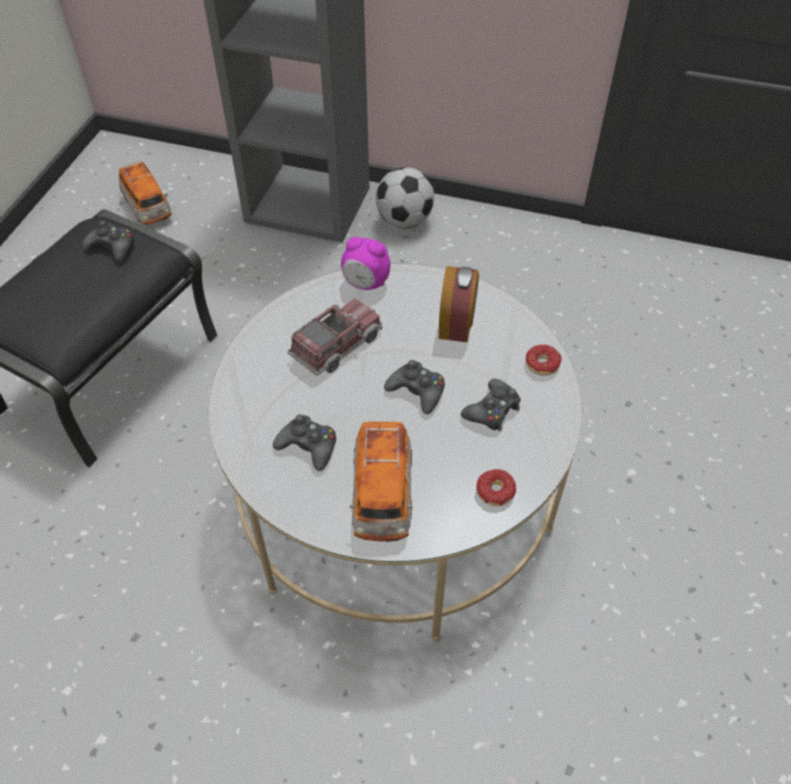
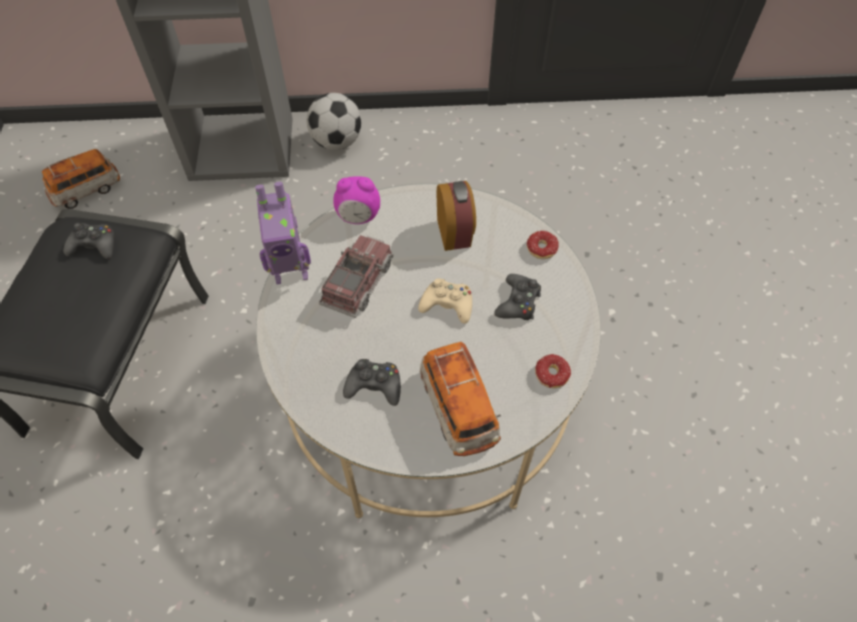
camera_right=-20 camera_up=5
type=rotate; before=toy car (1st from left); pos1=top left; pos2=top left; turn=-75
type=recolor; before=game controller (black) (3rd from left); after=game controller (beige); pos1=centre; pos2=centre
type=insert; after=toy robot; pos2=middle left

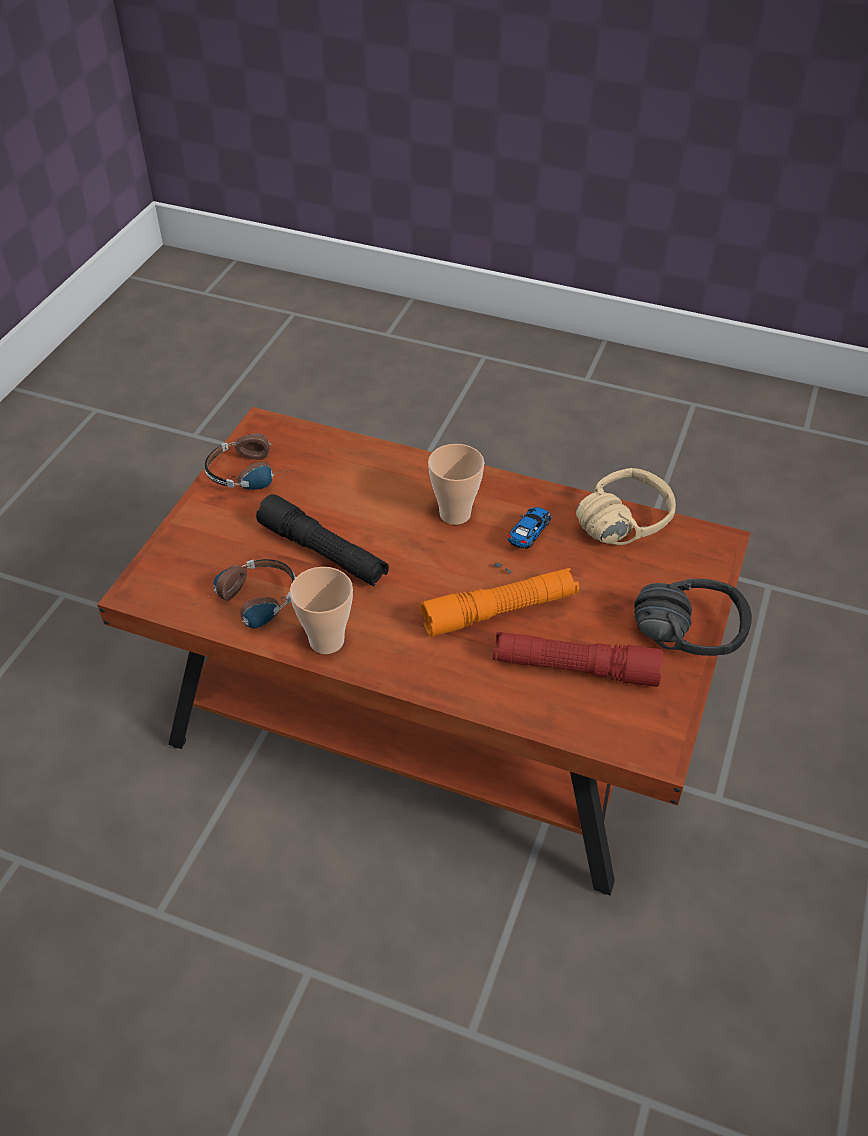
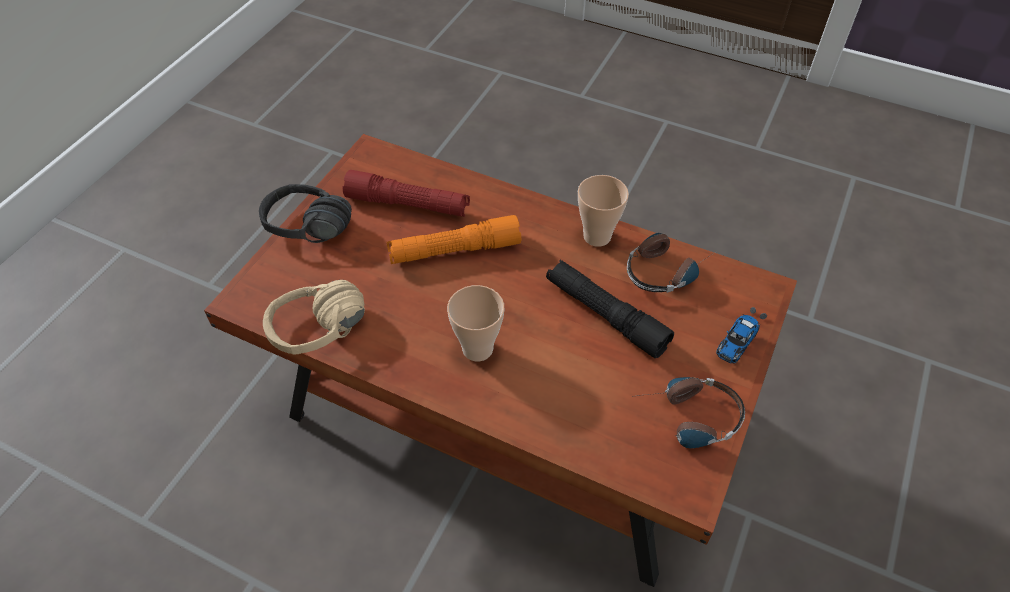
camera_right=-175 camera_up=5
type=move; before=toy car; pos1=centre; pos2=middle right

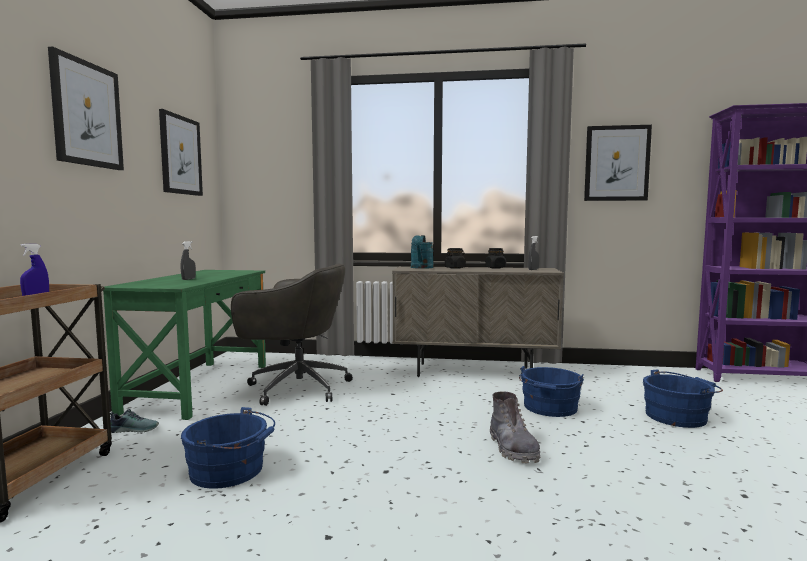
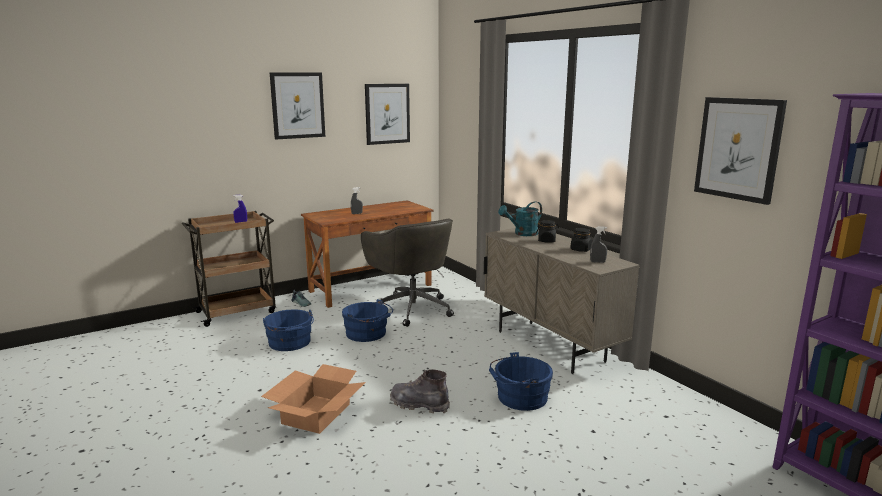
camera_right=50 camera_up=10
type=recolor; before=desk (green); after=desk (brown); pos1=middle left; pos2=centre
type=rotate; before=boot (grey); pos1=bottom centre; pos2=bottom centre; turn=75
type=move; before=bucket (blue) (3rd from left in the first image); after=bucket (blue) (2nd from left); pos1=bottom right; pos2=centre
type=insert; after=cardboard box; pos2=bottom centre

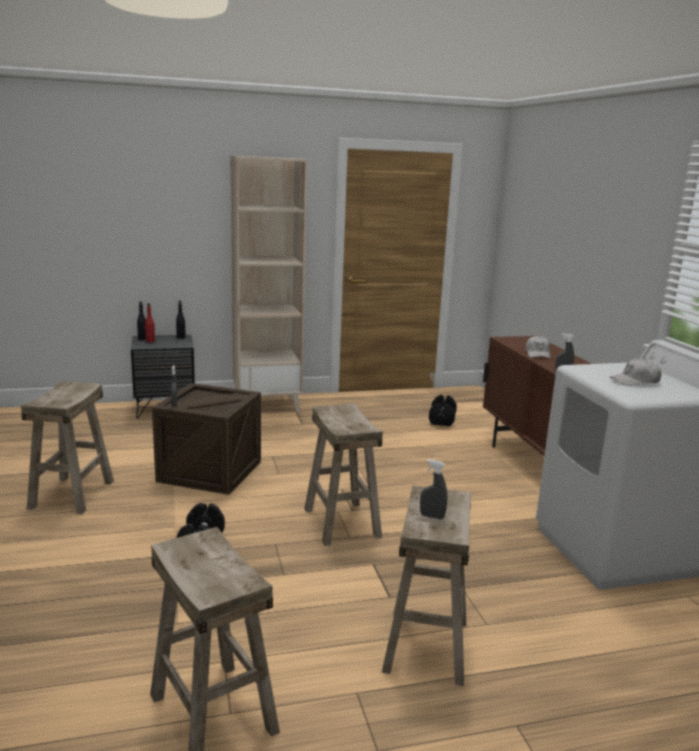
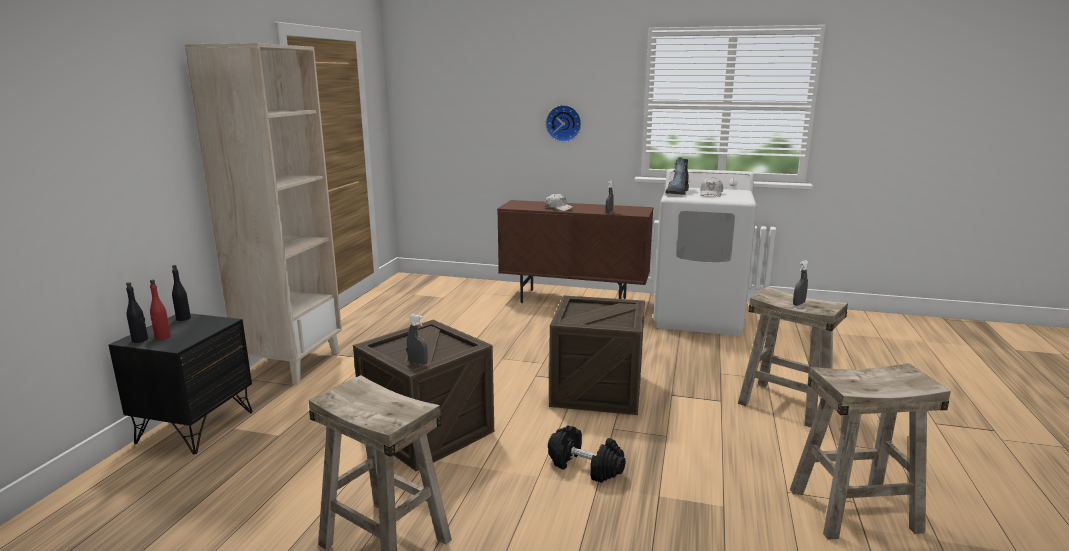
camera_right=-60 camera_up=0
type=replace; before=stool (beige) (3rd from left); after=crate (2nd from left); pos1=centre; pos2=centre
type=delete; before=dumbbell (black) (2nd from left); pos1=centre
type=insert; after=wall clock; pos2=top centre
type=insert; after=boot; pos2=top centre

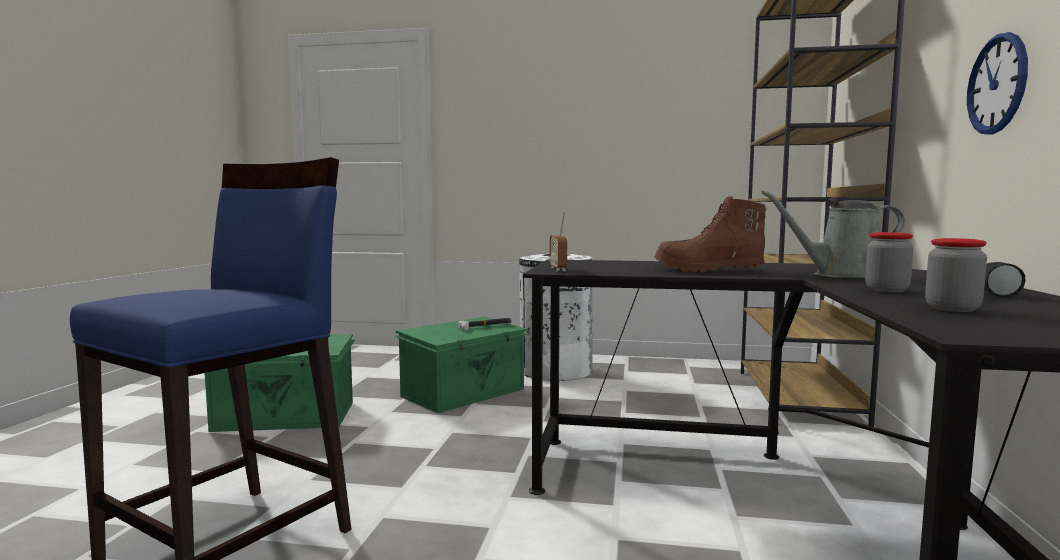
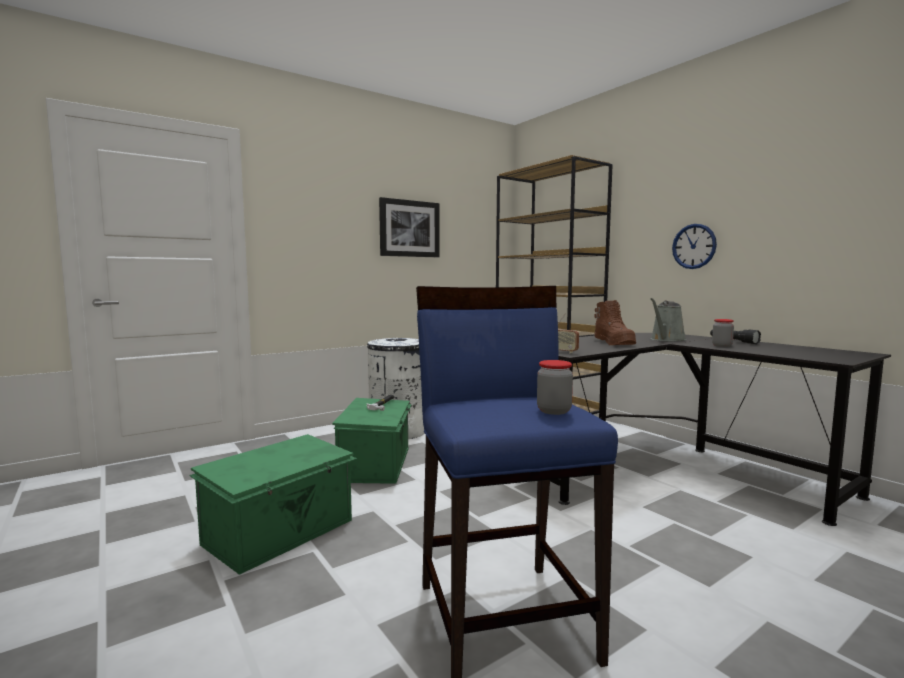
camera_right=-45 camera_up=0
type=rotate; before=boot (brown); pos1=middle right; pos2=middle right; turn=-60
type=move; before=jar (2nd from left in the first image); after=jar (1st from left); pos1=middle right; pos2=centre
type=insert; after=picture; pos2=centre

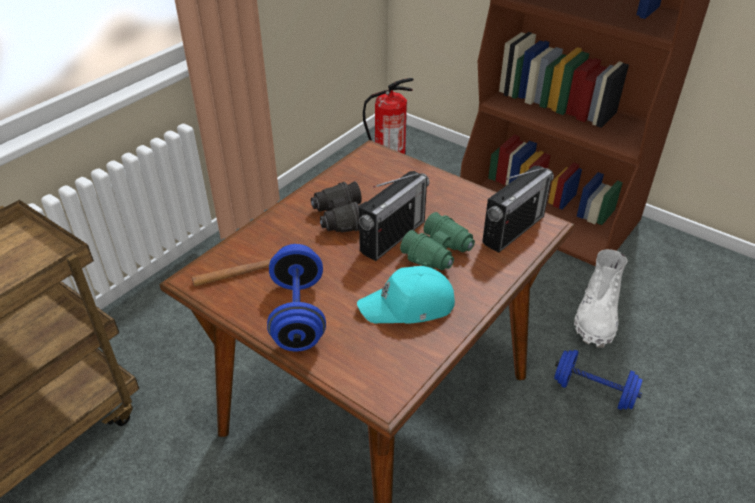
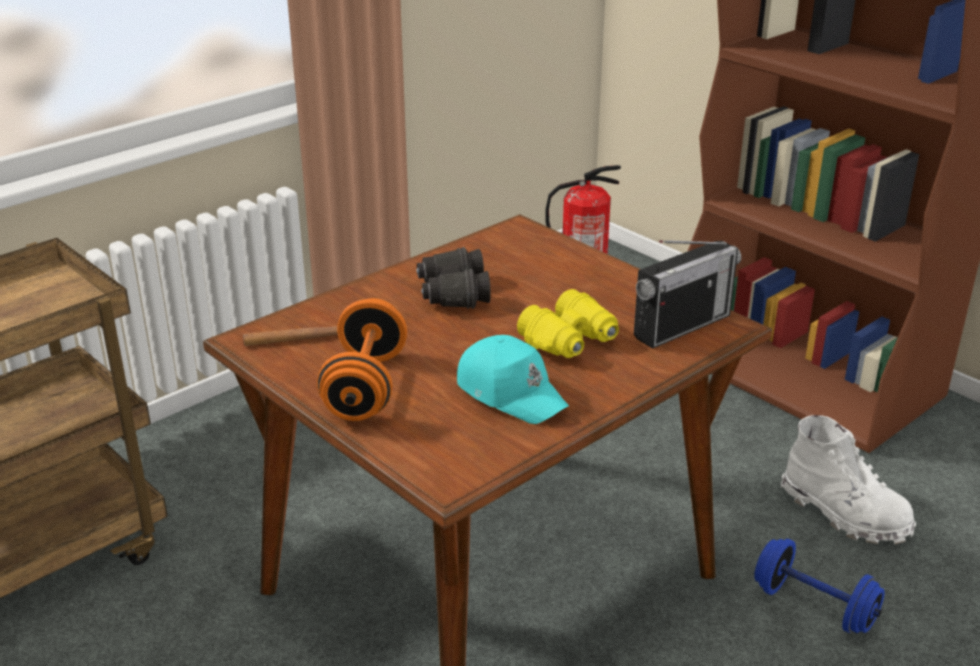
camera_right=10 camera_up=-10
type=recolor; before=dumbbell (blue) (1st from left); after=dumbbell (orange); pos1=centre; pos2=centre
type=rotate; before=cap (turquoise); pos1=centre; pos2=centre; turn=-135
type=delete; before=radio (1st from left); pos1=centre
type=recolor; before=binoculars (green); after=binoculars (yellow); pos1=centre; pos2=centre
type=rotate; before=boot (white); pos1=middle right; pos2=bottom right; turn=-75

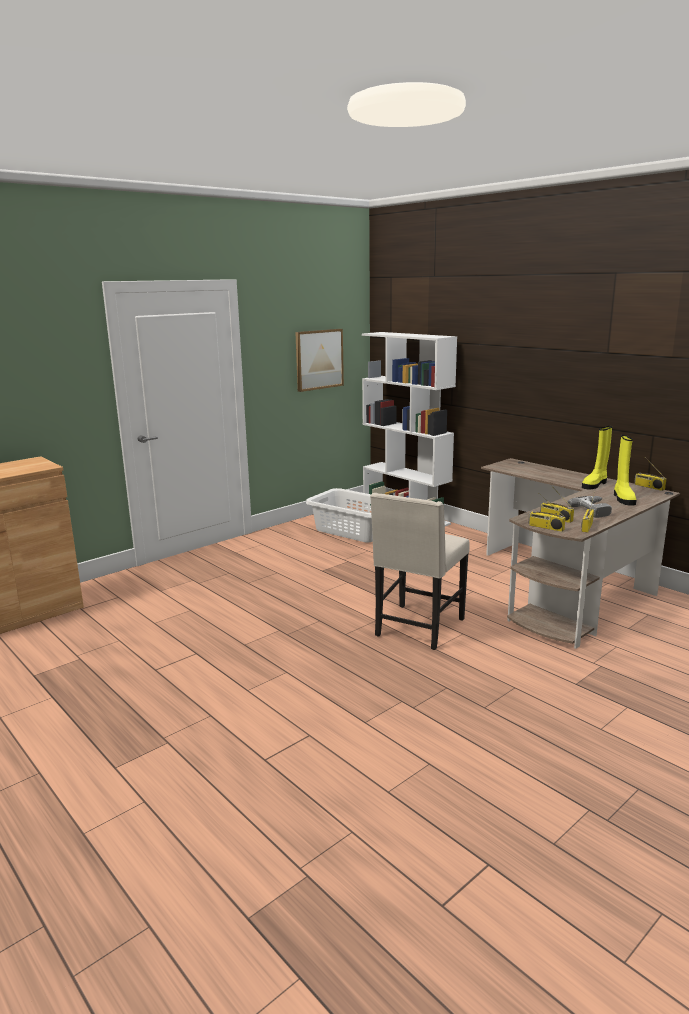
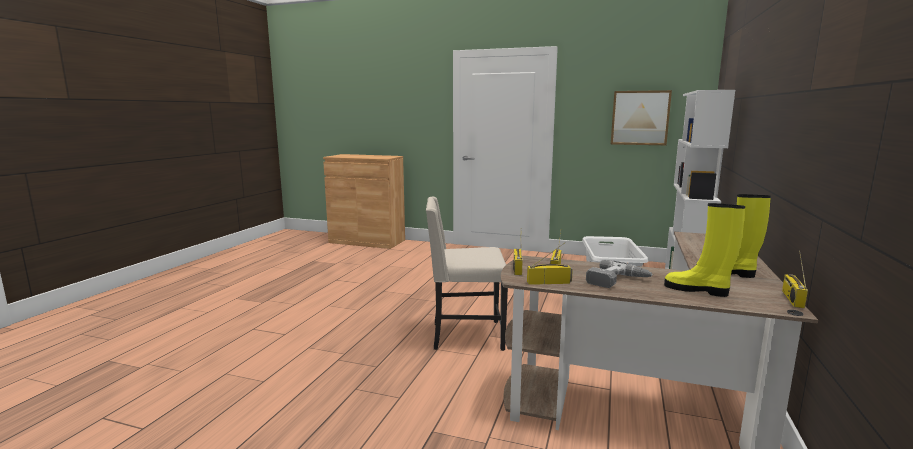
camera_right=60 camera_up=-5
type=rotate; before=boot (yellow) (2nd from left in the first image); pos1=middle right; pos2=middle right; turn=60

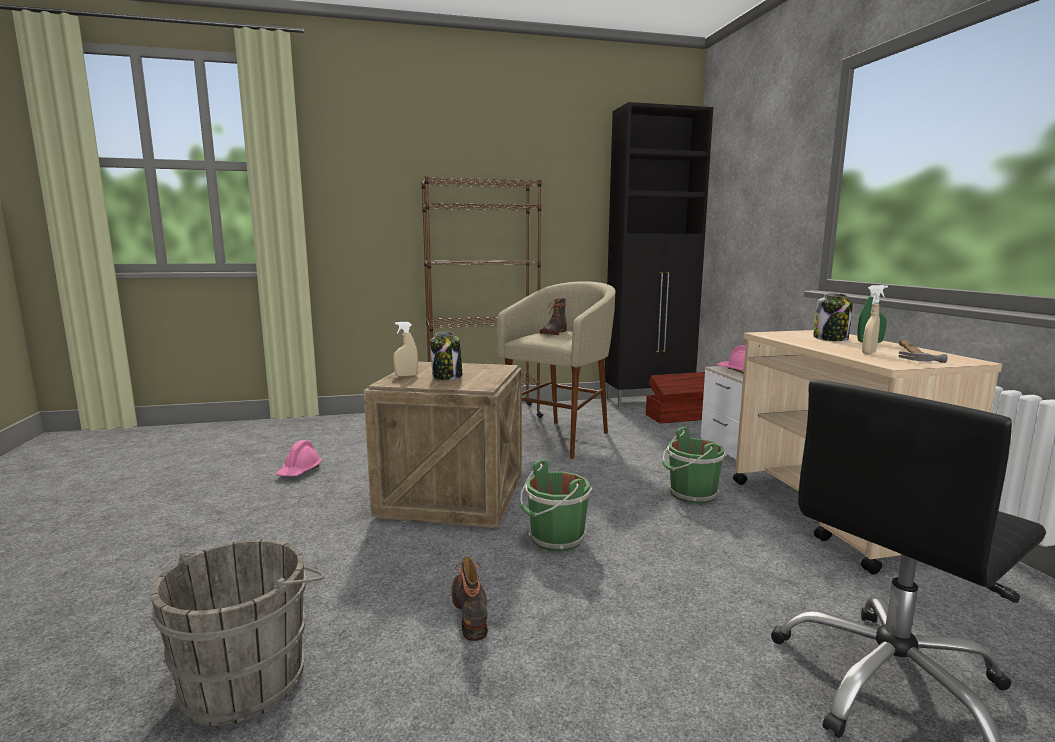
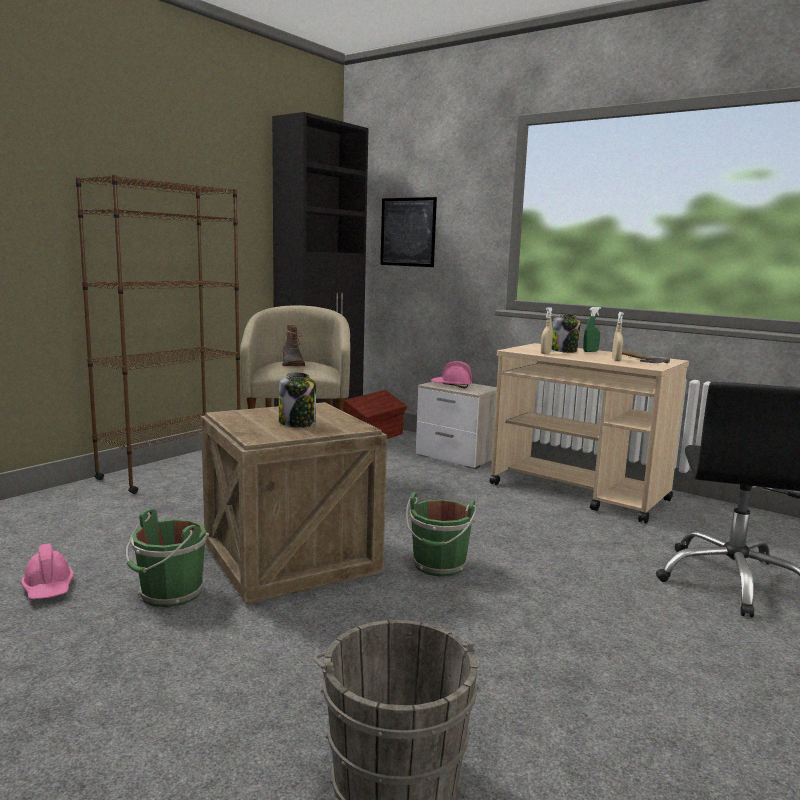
camera_right=-40 camera_up=0
type=move; before=spray bottle (beige) (1st from left); pos1=centre; pos2=middle right
type=delete; before=boot (1st from left); pos1=bottom centre
type=move; before=bucket (green) (2nd from left in the first image); after=bucket (green) (1st from left); pos1=centre; pos2=bottom left
type=insert; after=picture; pos2=top centre

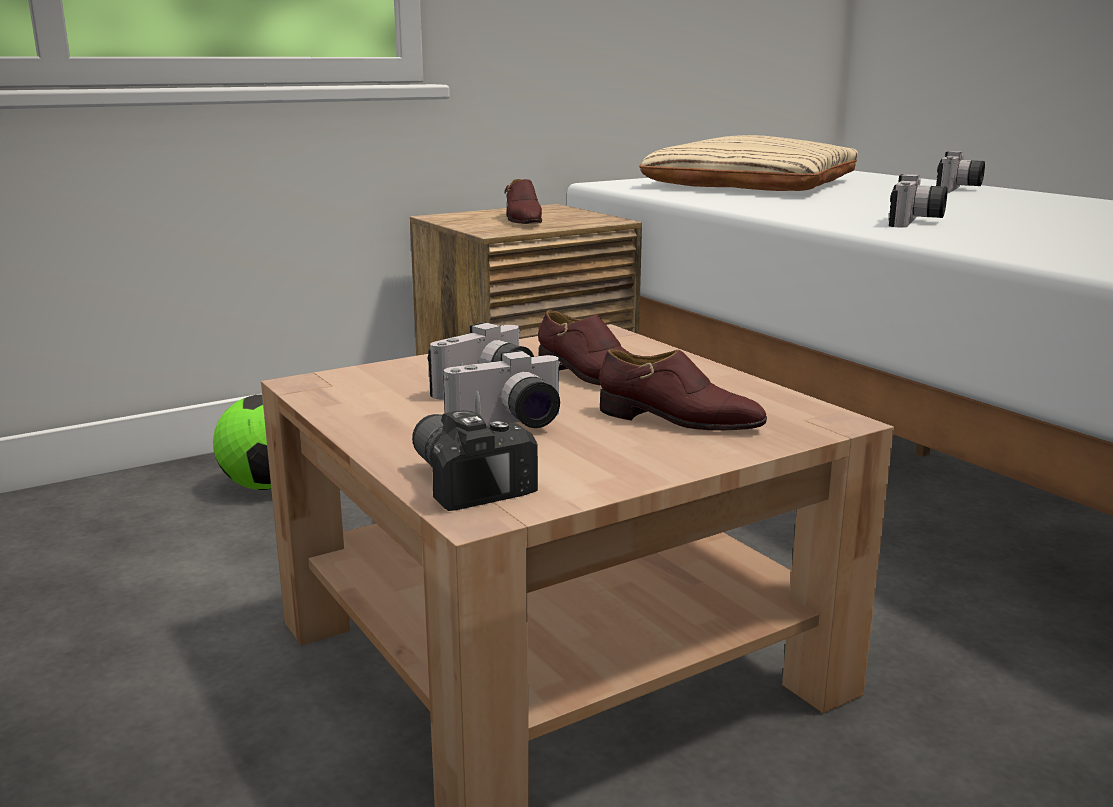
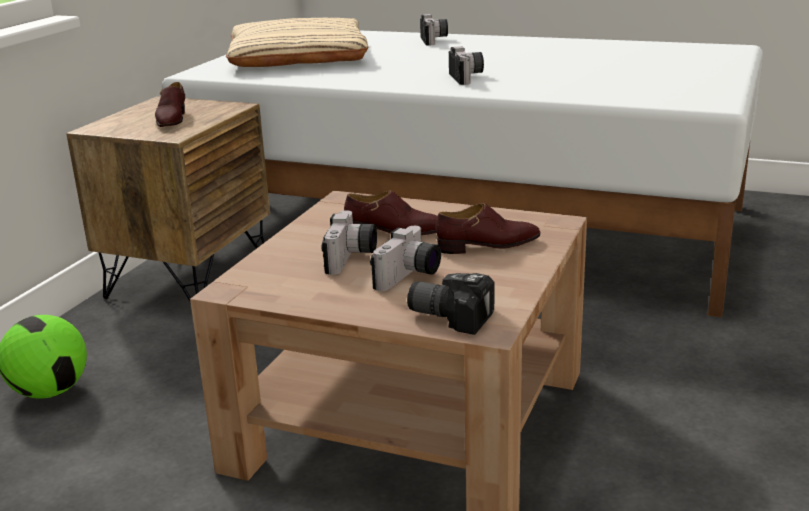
camera_right=-35 camera_up=5
type=rotate; before=shoe (brown) (1st from left); pos1=top centre; pos2=top left; turn=45

